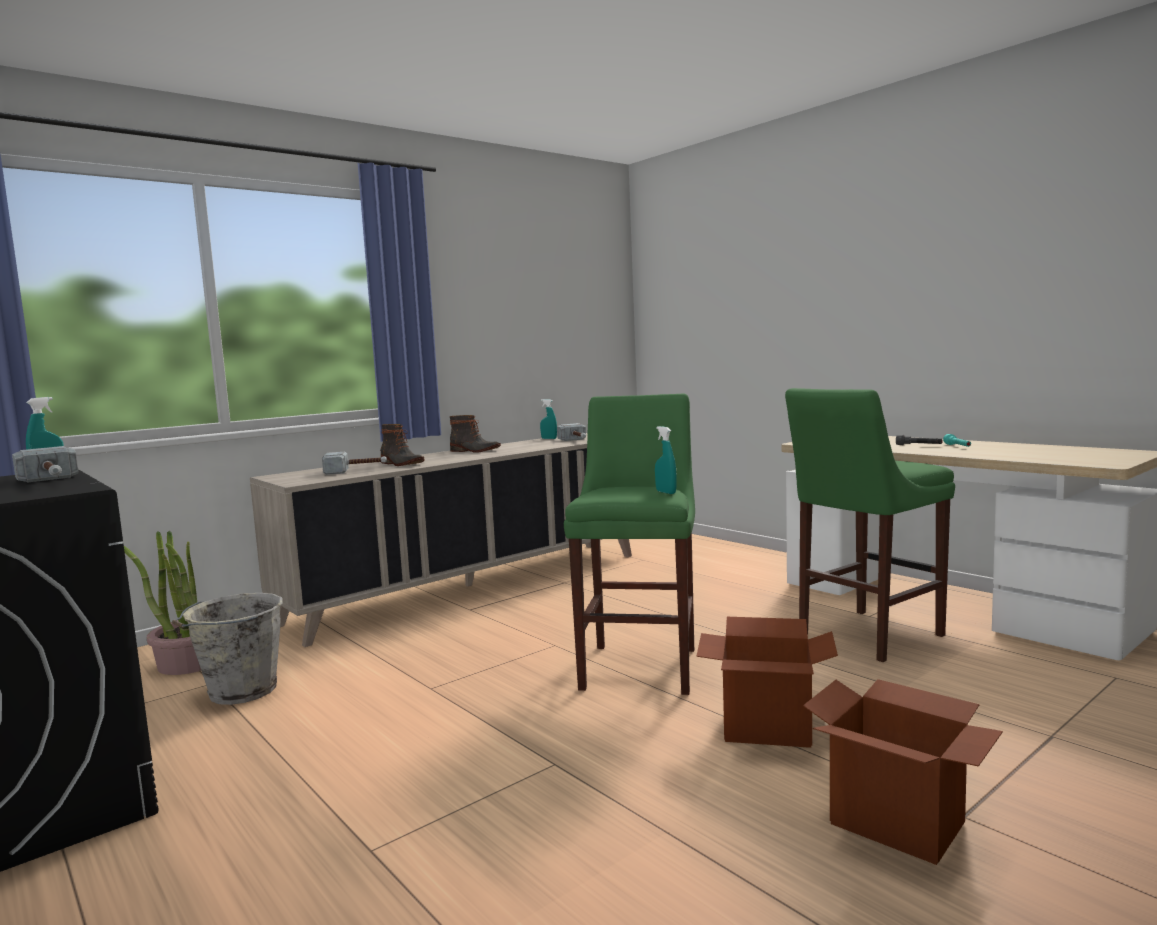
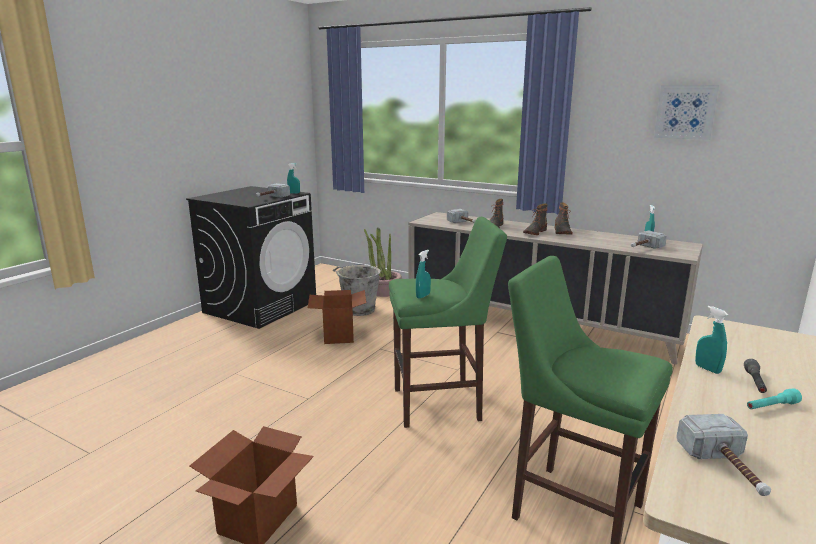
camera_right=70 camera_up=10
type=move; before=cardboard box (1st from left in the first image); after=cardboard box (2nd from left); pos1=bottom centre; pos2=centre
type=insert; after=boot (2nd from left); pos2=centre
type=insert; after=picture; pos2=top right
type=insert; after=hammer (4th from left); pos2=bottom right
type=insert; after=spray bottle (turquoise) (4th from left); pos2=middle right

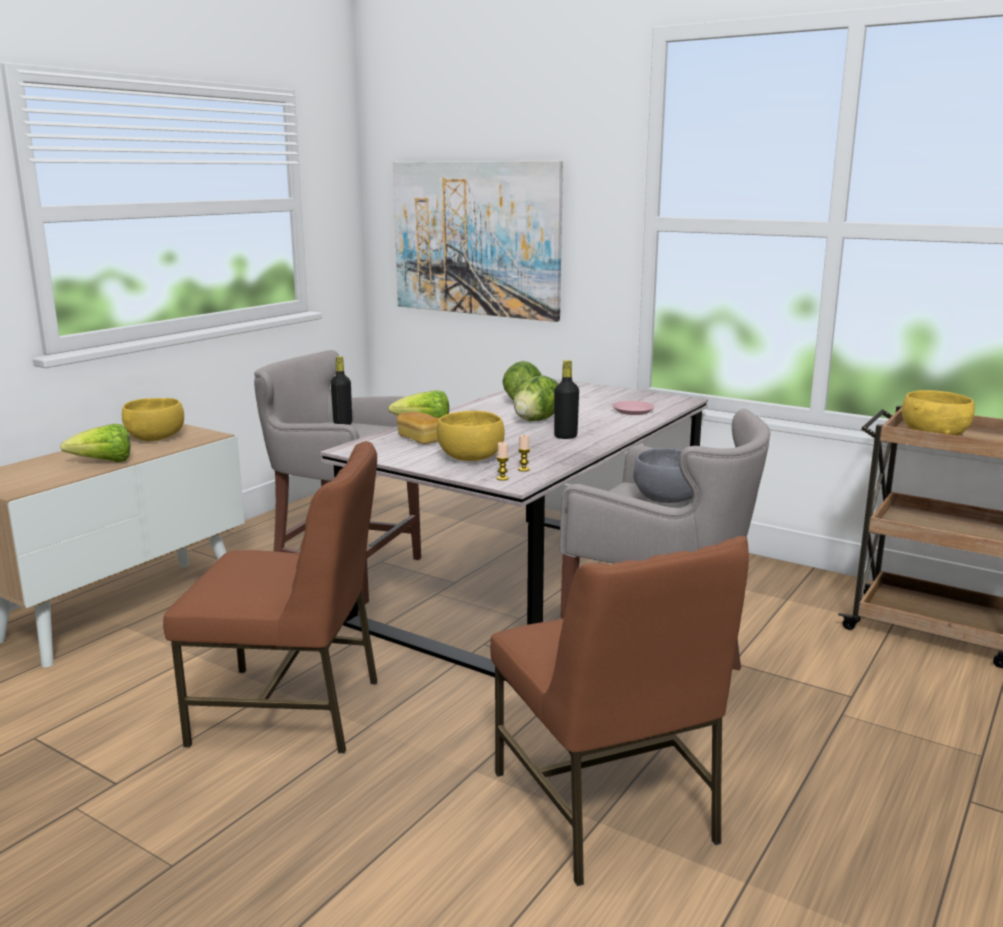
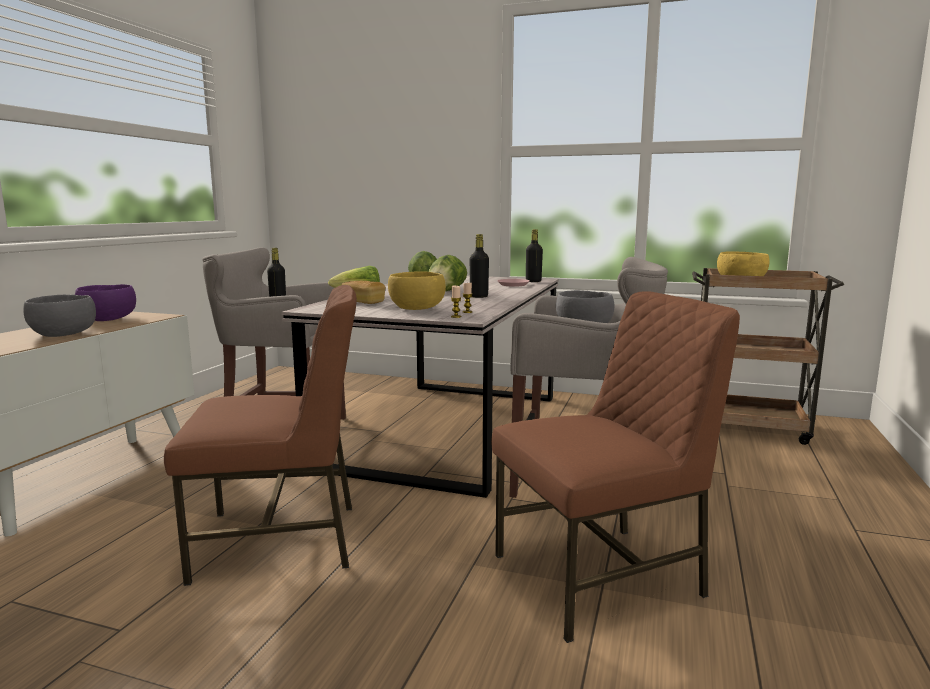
camera_right=-15 camera_up=-5
type=replace; before=lettuce (1st from left); after=bowl (grey) (1st from left); pos1=middle left; pos2=middle left
type=recolor; before=bowl (yellow) (1st from left); after=bowl (purple); pos1=middle left; pos2=middle left
type=delete; before=picture; pos1=top centre
type=rotate; before=chair (brown) (2nd from left); pos1=bottom centre; pos2=bottom centre; turn=-75
type=insert; after=bottle (black) (3rd from left); pos2=centre

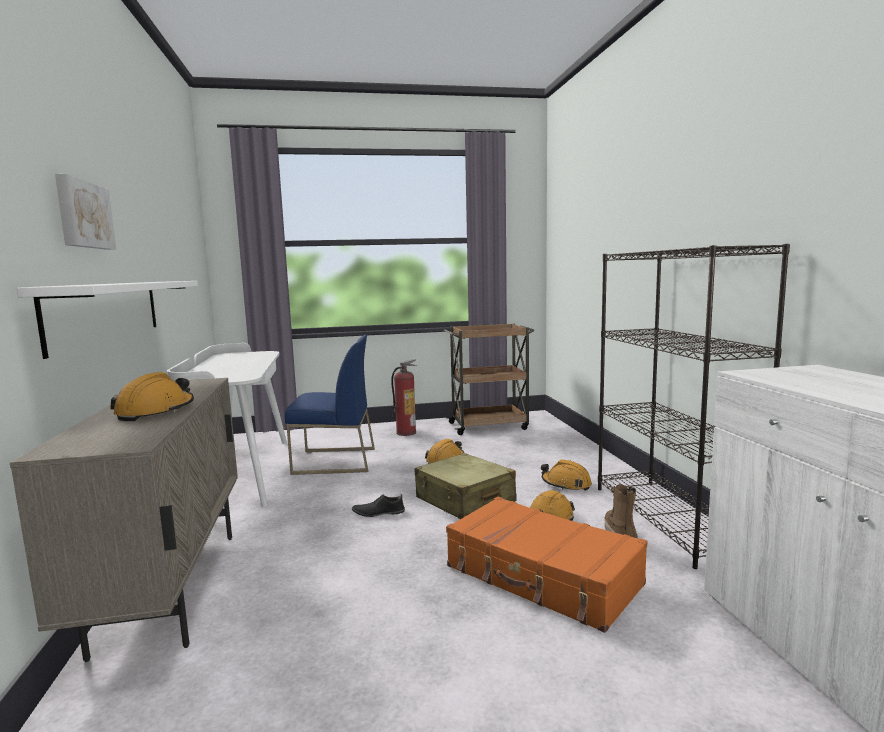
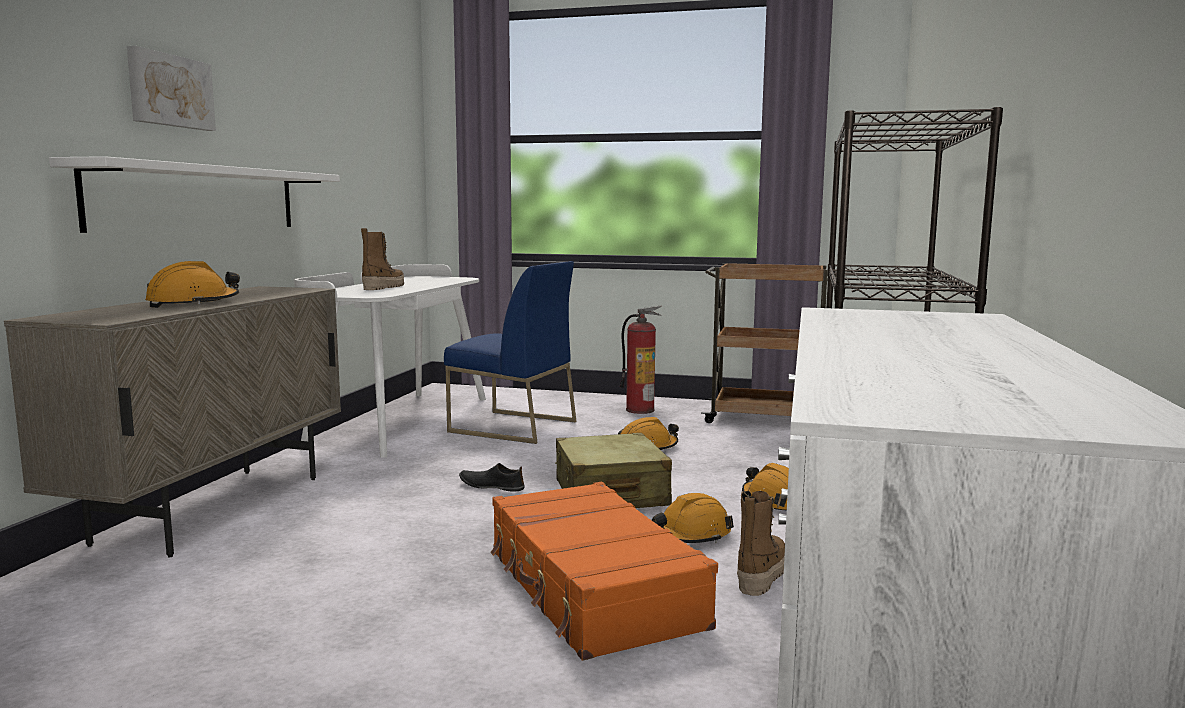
camera_right=25 camera_up=0
type=insert; after=boot (1st from left); pos2=middle left

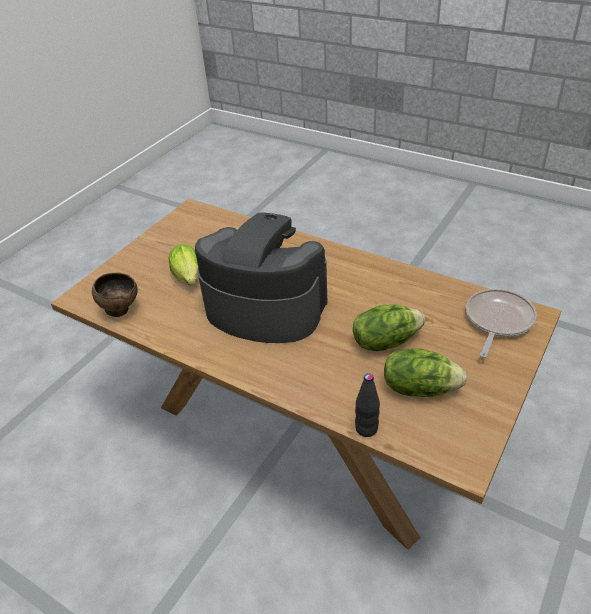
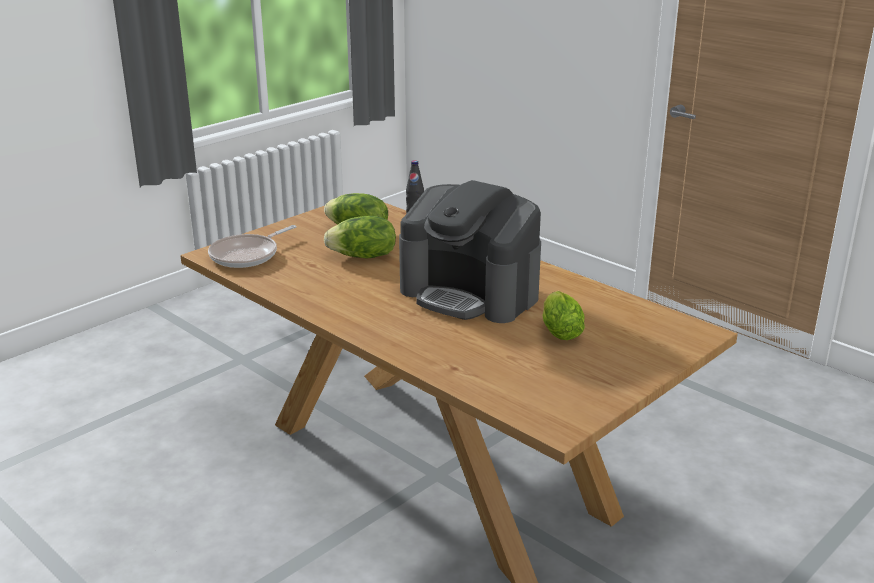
camera_right=-170 camera_up=-15
type=delete; before=bowl (brown); pos1=middle left

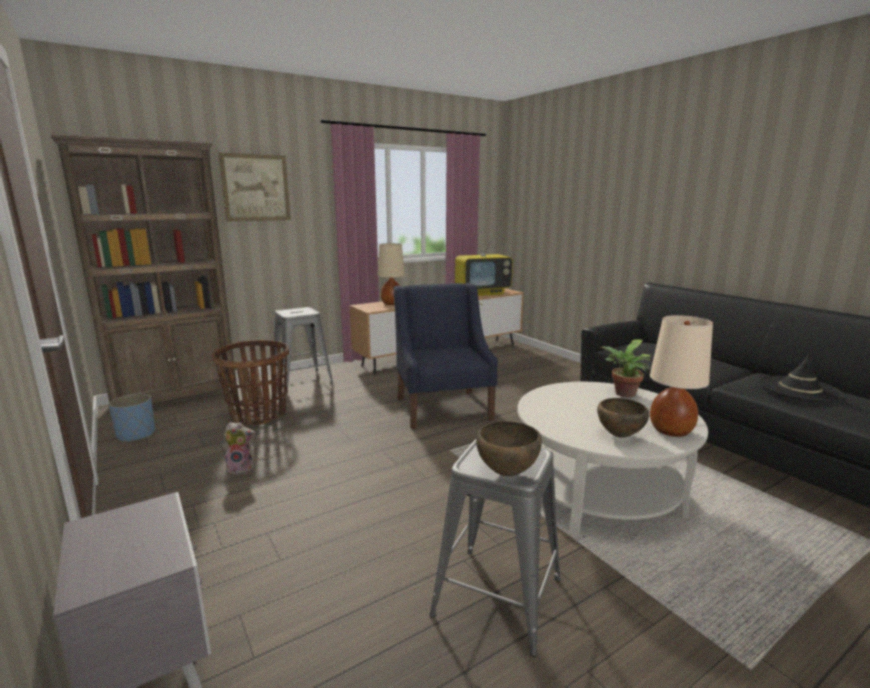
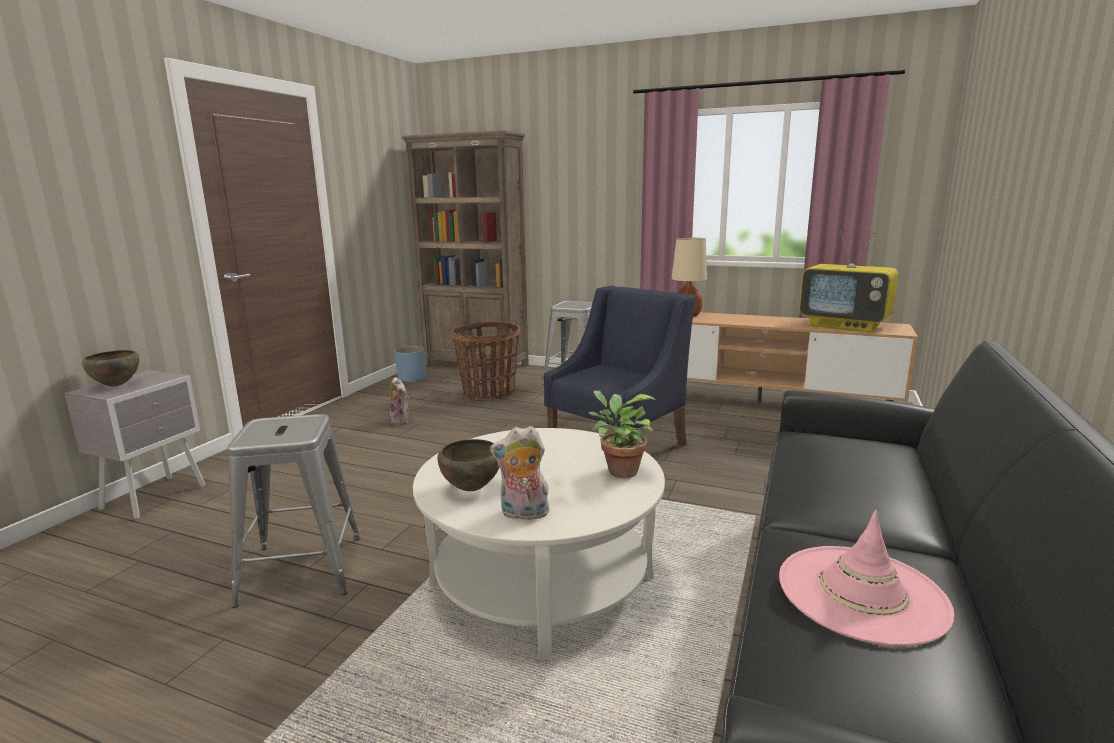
camera_right=55 camera_up=0
type=delete; before=picture; pos1=top left
type=move; before=bowl (brown) (1st from left); pos1=centre; pos2=middle left
type=replace; before=table lamp (beige) (2nd from left); after=plush toy (2nd from left); pos1=middle right; pos2=centre
type=recolor; before=hat (black); after=hat (pink); pos1=middle right; pos2=bottom right

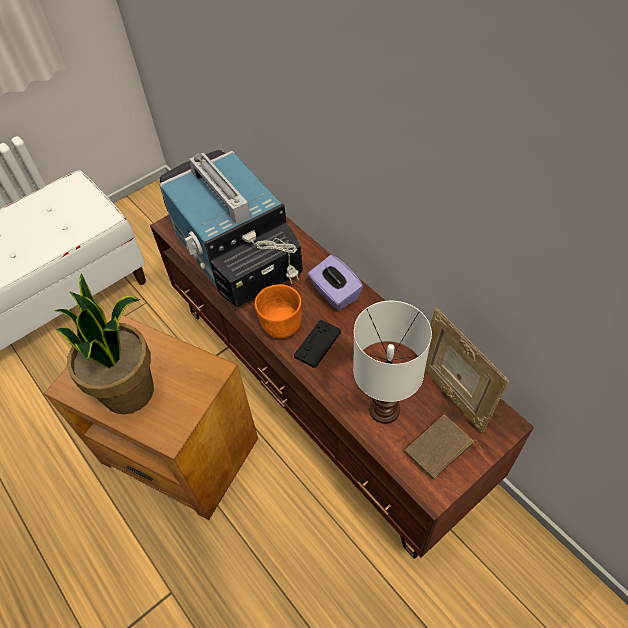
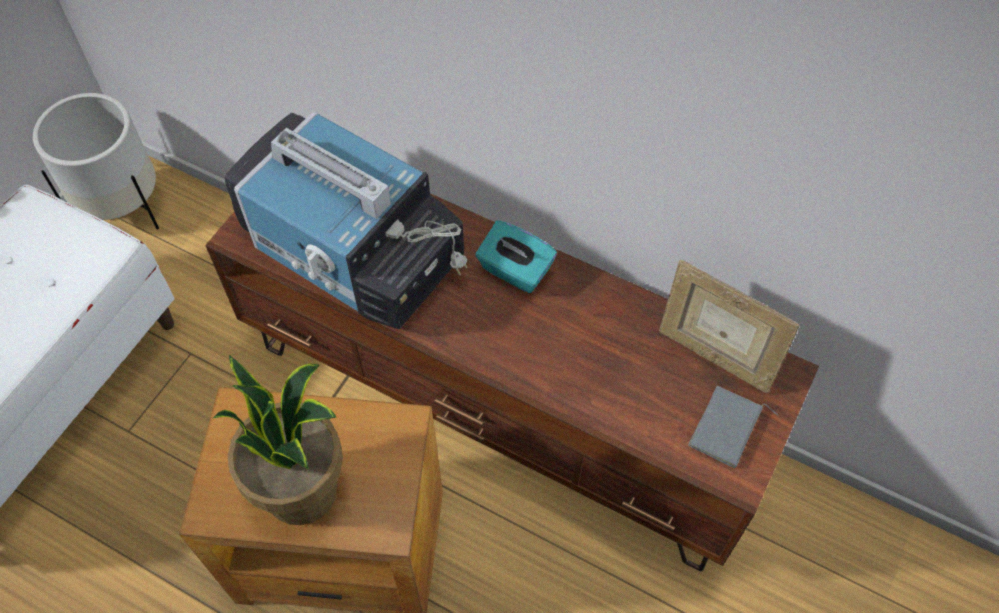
camera_right=-25 camera_up=5
type=delete; before=bowl (orange); pos1=centre
type=delete; before=game controller (black); pos1=centre
type=recolor; before=tissue box (purple); after=tissue box (turquoise); pos1=centre; pos2=centre
type=delete; before=table lamp (white); pos1=centre
type=recolor; before=book (brown); after=book (grey); pos1=bottom right; pos2=bottom right
type=insert; after=planter (white); pos2=top left

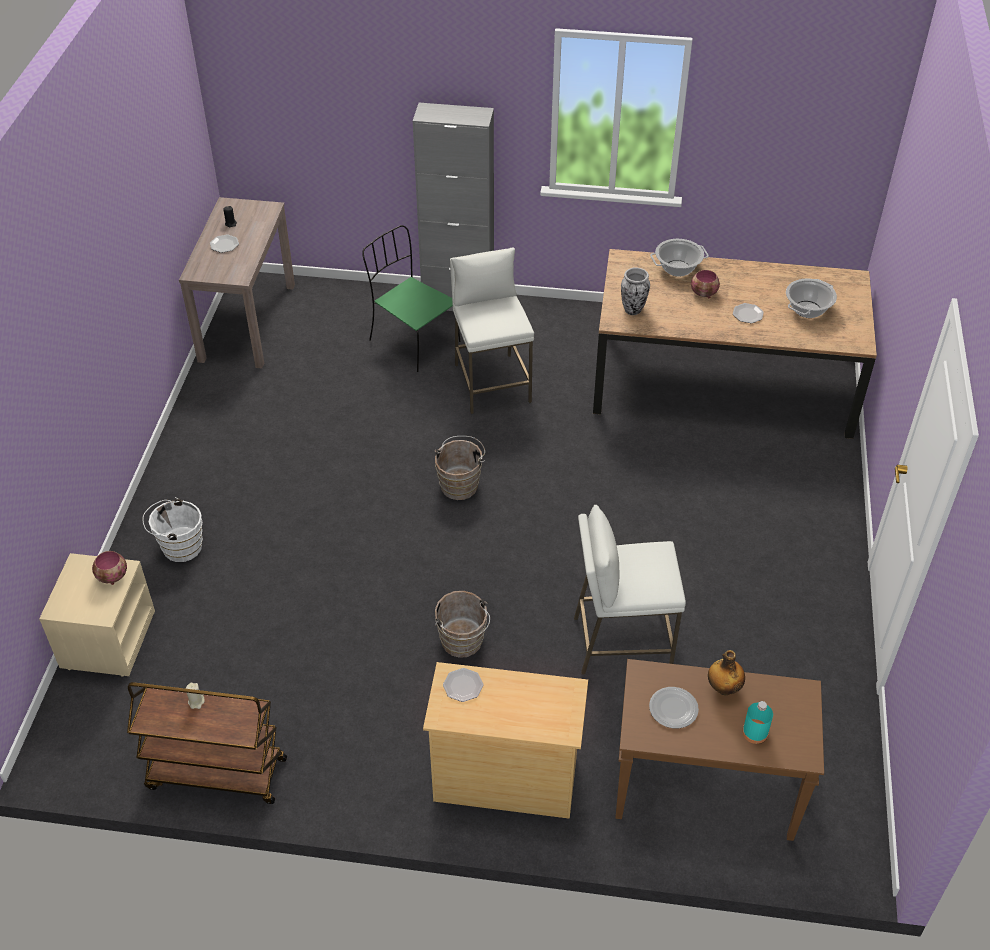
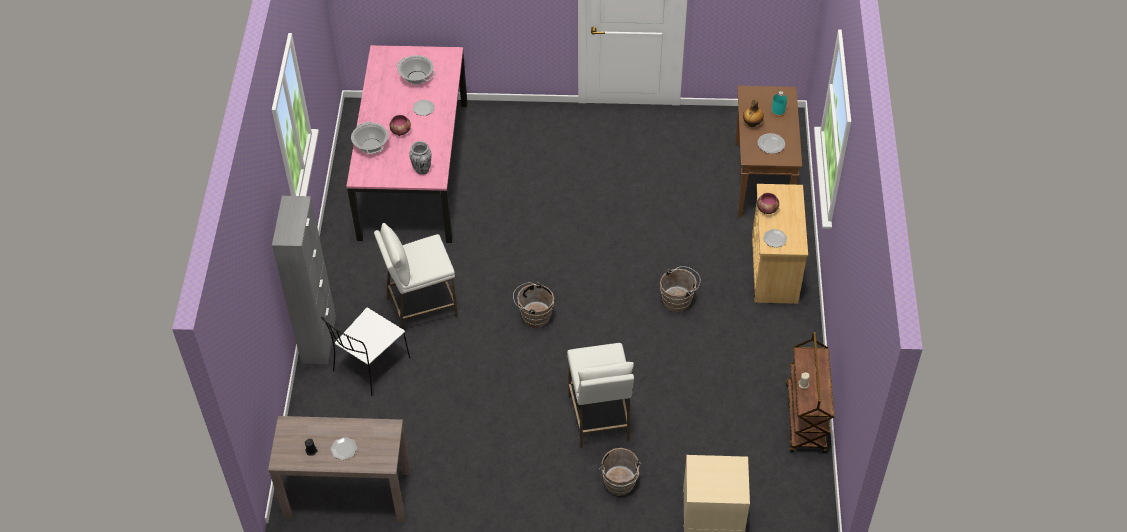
camera_right=-95 camera_up=5
type=move; before=bowl (1st from left in the first image); after=bowl (2nd from left); pos1=middle left; pos2=middle right
type=recolor; before=bucket (white); after=bucket (brown) (2nd from left); pos1=middle left; pos2=bottom centre
type=recolor; before=chair (green); after=chair (white); pos1=top centre; pos2=middle left
type=move; before=stool (white) (2nd from left); pos1=centre; pos2=bottom centre
type=recolor; before=dining table (brown); after=dining table (pink); pos1=middle right; pos2=top centre

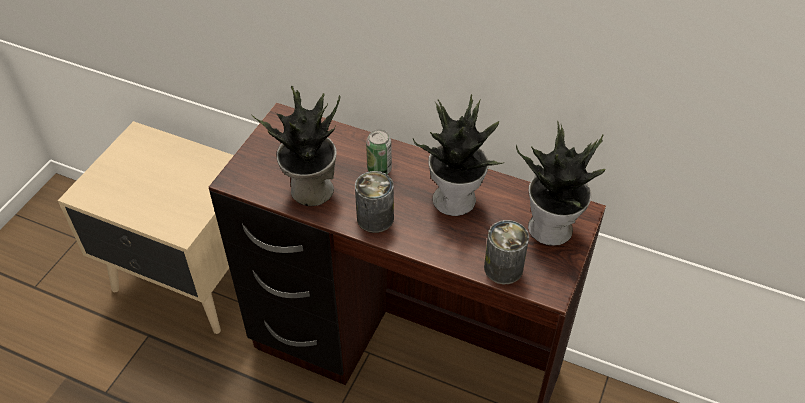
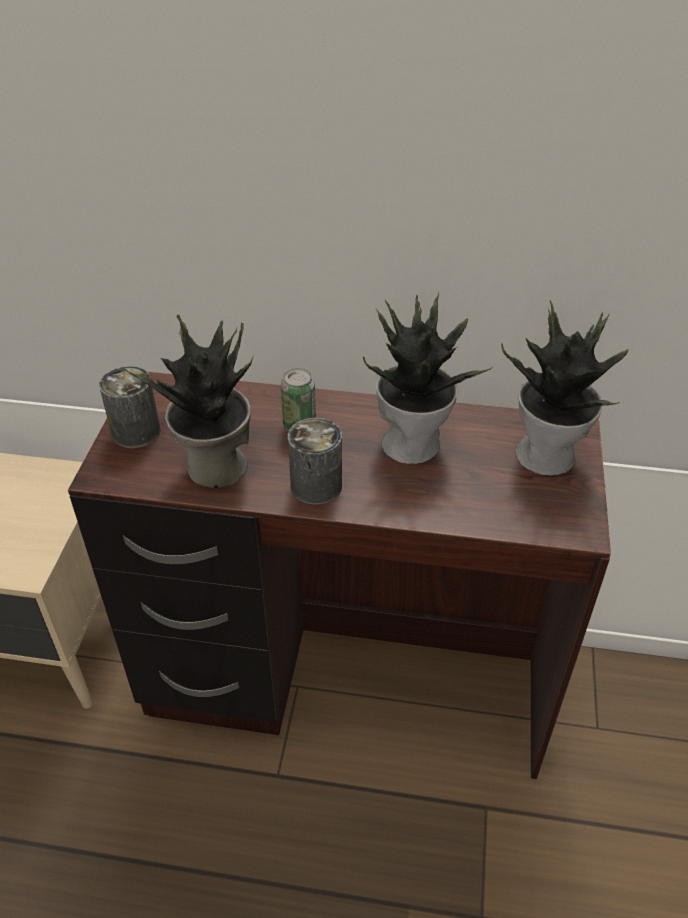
camera_right=-15 camera_up=-5
type=move; before=can (3rd from left in the first image); after=can (1st from left); pos1=centre; pos2=middle left

